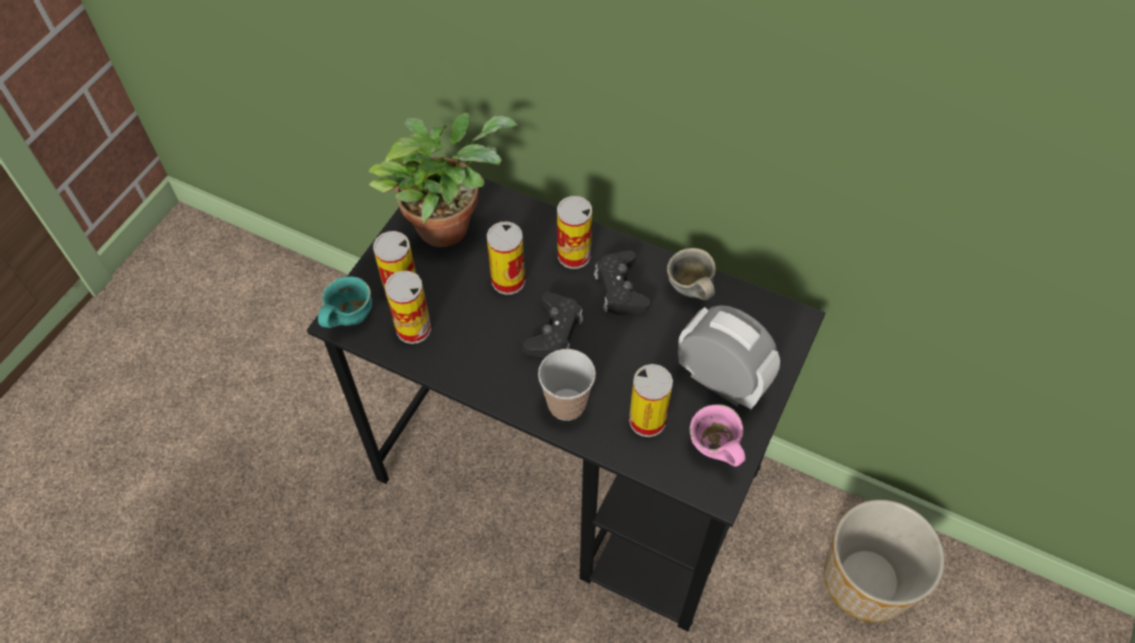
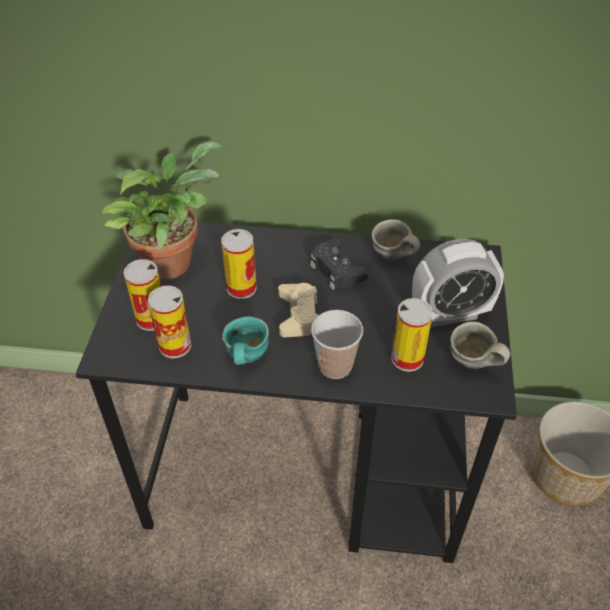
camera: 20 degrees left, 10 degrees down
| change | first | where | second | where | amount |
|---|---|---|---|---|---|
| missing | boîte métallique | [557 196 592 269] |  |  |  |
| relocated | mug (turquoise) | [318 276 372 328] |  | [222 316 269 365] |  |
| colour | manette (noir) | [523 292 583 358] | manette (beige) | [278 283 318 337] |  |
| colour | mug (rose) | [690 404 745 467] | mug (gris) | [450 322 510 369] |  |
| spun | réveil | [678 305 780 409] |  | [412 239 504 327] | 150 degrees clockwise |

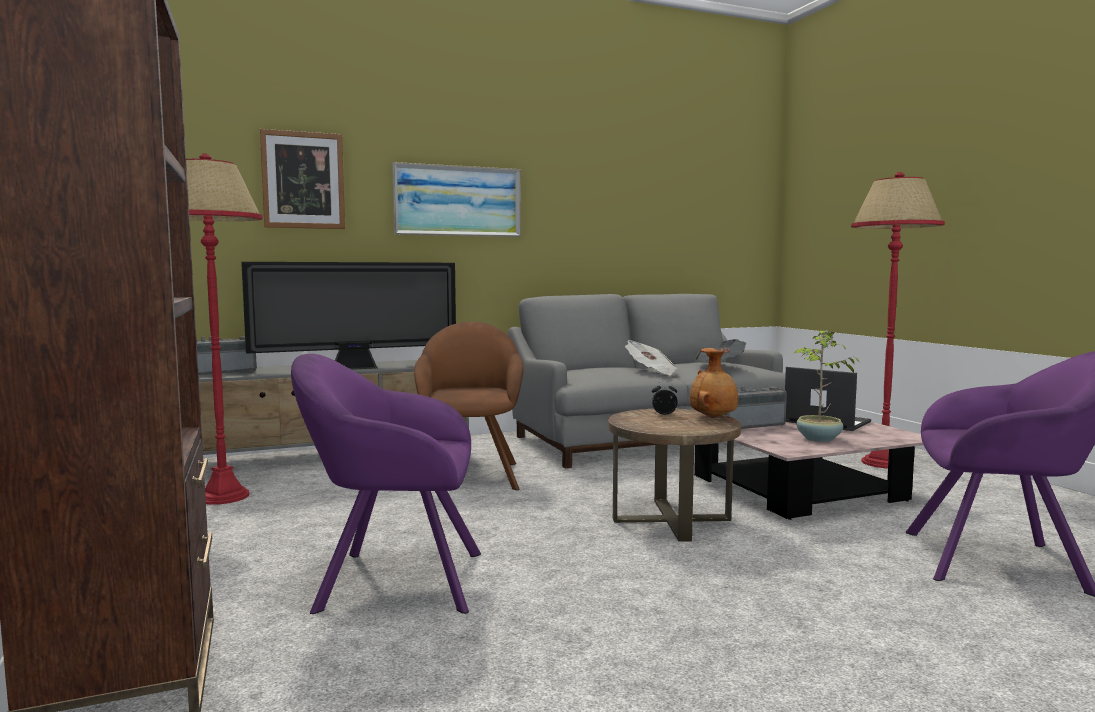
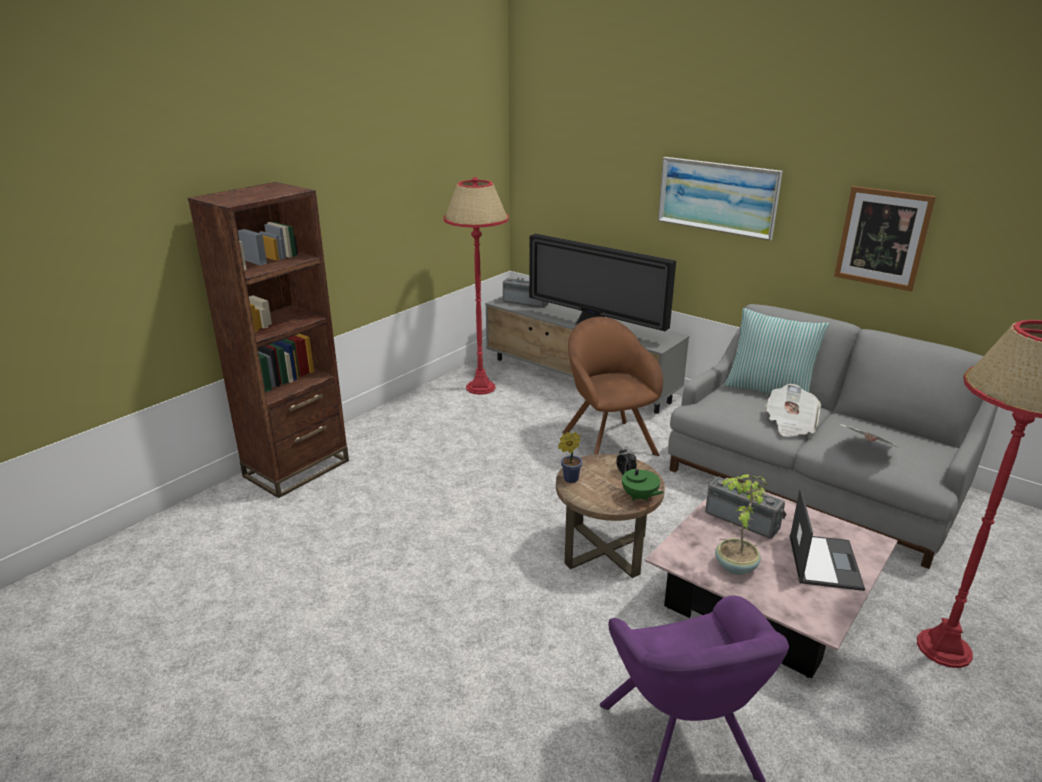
camera: 60 degrees right, 20 degrees up
| change | first | where | second | where | amount |
|---|---|---|---|---|---|
| missing | fauteuil (violet) | [291 354 481 614] |  |  |  |
| appeared |  |  | plante en pot | [558 432 583 483] |  |
| appeared |  |  | coussin | [724 308 829 394] |  |
| relocated | tableau | [260 129 345 229] |  | [834 186 936 291] |  |
| exchanged | vase (marron) | [690 348 738 418] | théière (vert) | [621 459 664 501] |  |
| spun | fauteuil (marron) | [414 322 524 492] |  | [562 317 663 456] | 75 degrees counterclockwise |

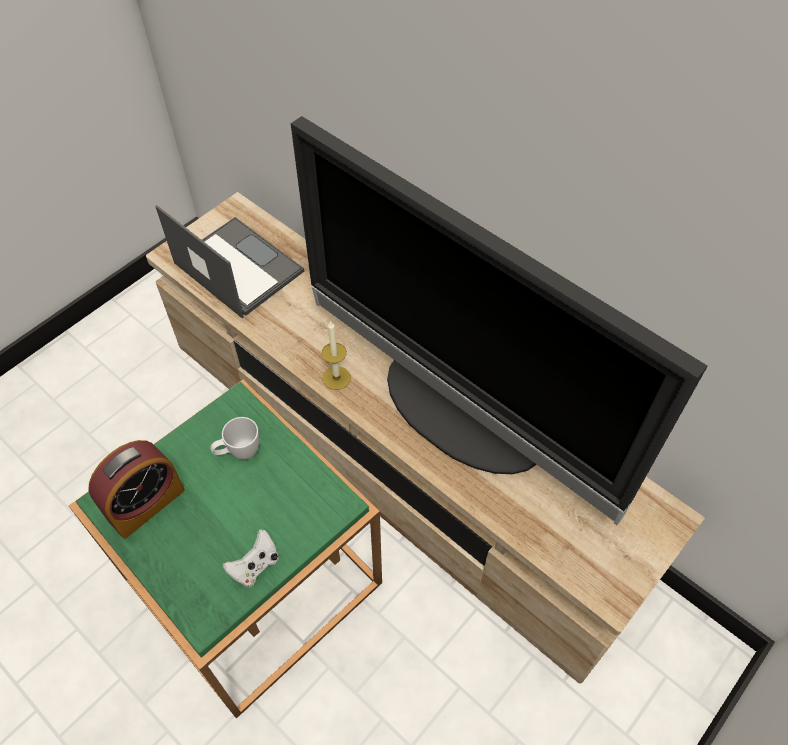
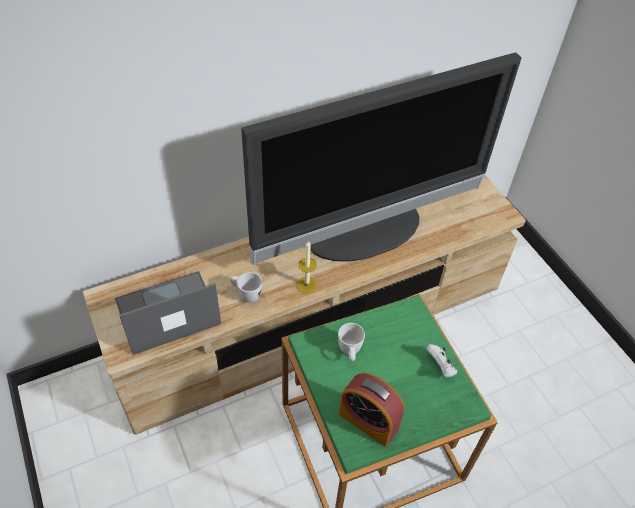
camera: 70 degrees left, 5 degrees down
| change | first | where | second | where | amount |
|---|---|---|---|---|---|
| appeared |  |  | mug (blanc) | [230 272 262 302] |  |
| spun | réveil | [88 440 185 539] |  | [339 373 404 447] | 150 degrees clockwise |

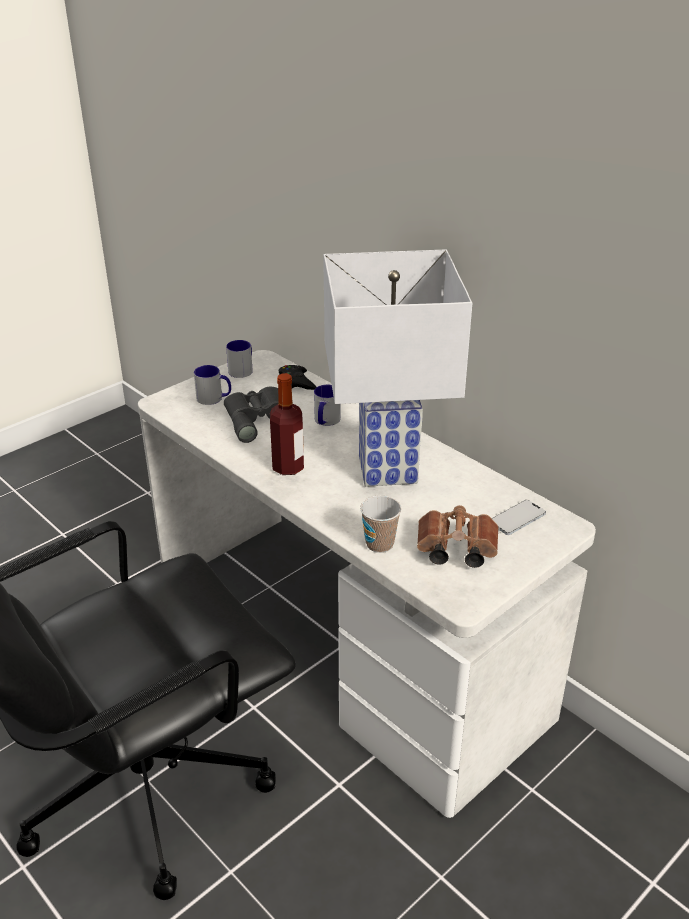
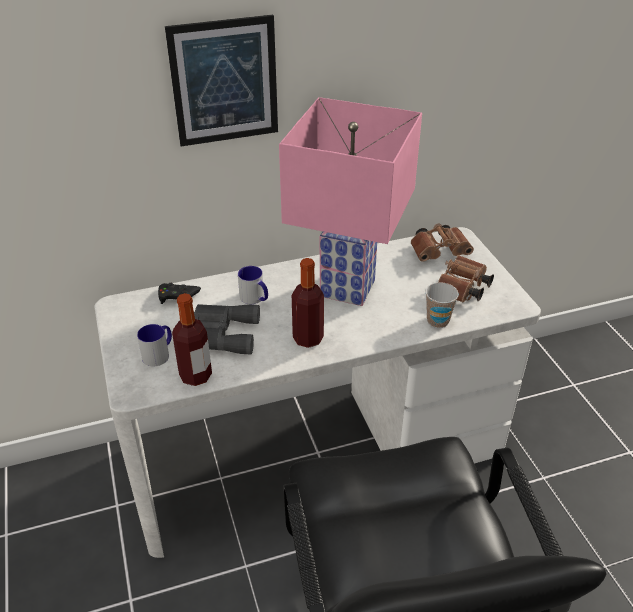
camera: 65 degrees left, 5 degrees up
| change | first | where | second | where | amount |
|---|---|---|---|---|---|
| missing | mug | [226 340 253 378] |  |  |  |
| appeared |  |  | tableau | [165 15 278 146] |  |
| appeared |  |  | bouteille | [172 293 212 386] |  |
| exchanged | téléphone | [492 500 546 535] | jumelles (marron) | [411 223 474 261] |  |
| colour | lampe de table (blanc) | [323 249 472 486] | lampe de table (rose) | [279 97 422 306] |  |

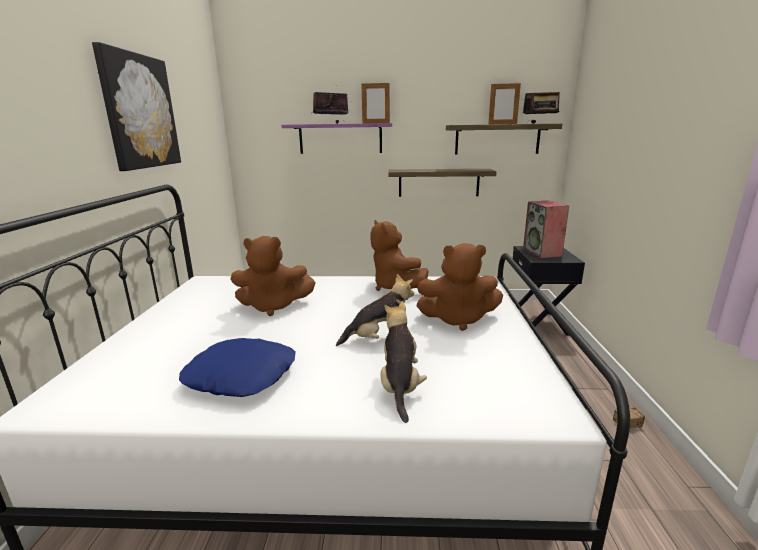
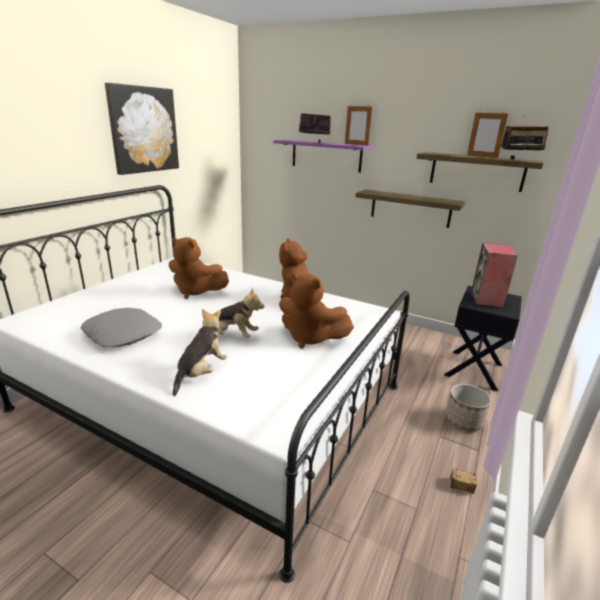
camera: 25 degrees right, 5 degrees up
| change | first | where | second | where | amount |
|---|---|---|---|---|---|
| appeared |  |  | cache-pot | [445 384 491 431] |  |
| colour | coussin (bleu) | [179 338 296 397] | coussin (gris) | [80 308 162 347] |  |

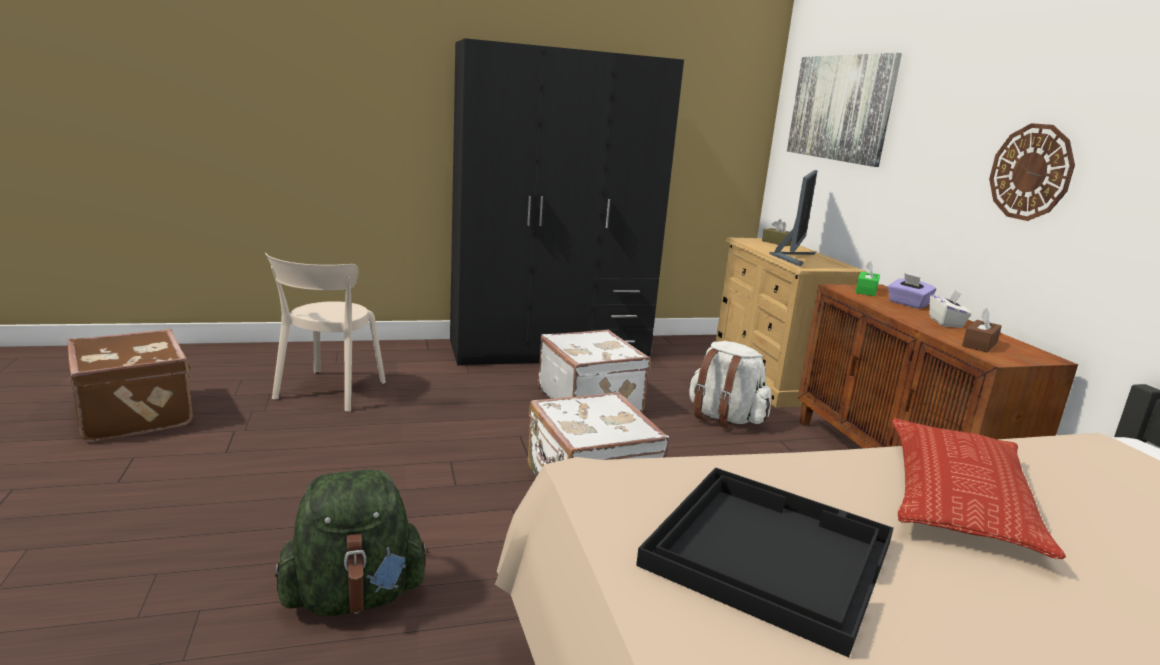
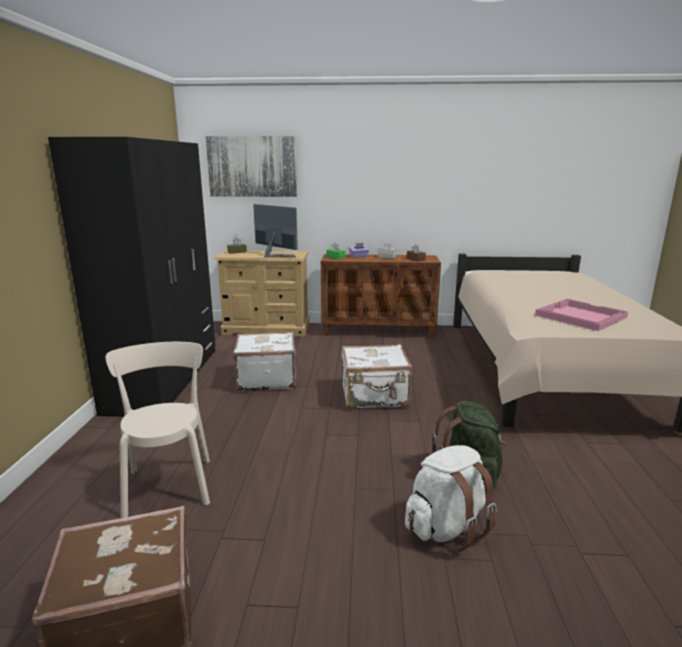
camera: 70 degrees left, 0 degrees up
| change | first | where | second | where | amount |
|---|---|---|---|---|---|
| missing | coussin | [892 418 1066 559] |  |  |  |
| missing | horloge murale | [989 123 1075 221] |  |  |  |
| relocated | sac à dos (blanc) | [689 341 771 429] |  | [405 445 497 553] |  |
| colour | plateau (noir) | [636 467 893 657] | plateau (rose) | [535 299 628 331] |  |
| spun | chaise (beige) | [265 253 386 412] |  | [105 342 210 518] | 135 degrees counterclockwise |

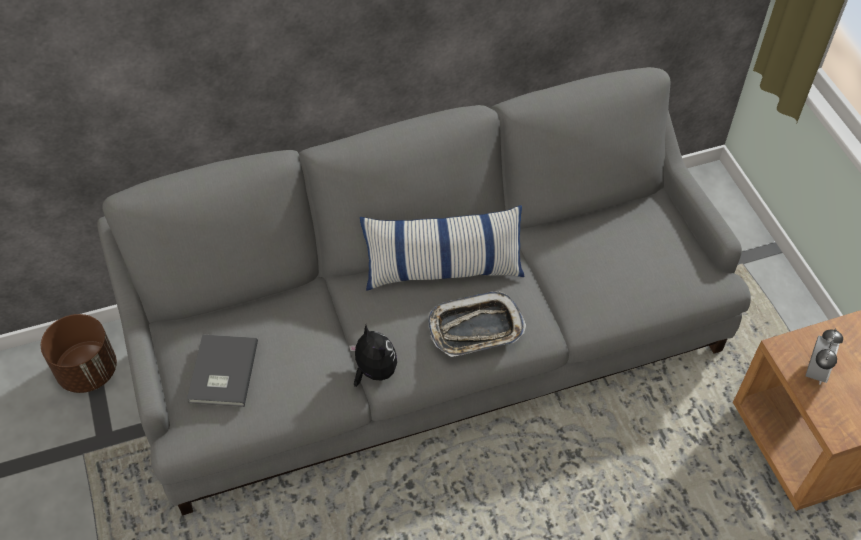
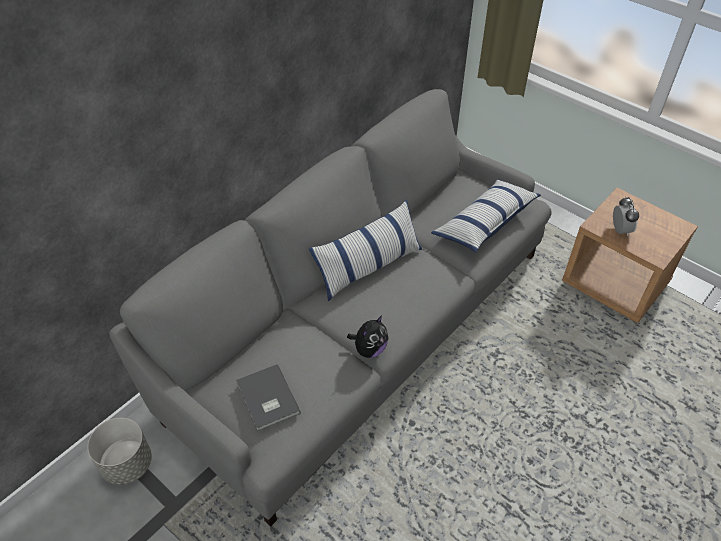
camera: 30 degrees left, 5 degrees down
| change | first | where | second | where | amount |
|---|---|---|---|---|---|
| missing | plateau | [428 291 526 357] |  |  |  |
| appeared |  |  | coussin | [431 179 541 253] |  |
| colour | cache-pot (marron) | [41 314 117 393] | cache-pot (gris) | [87 417 152 485] |  |
| spun | peluche | [349 325 397 387] |  | [347 315 388 358] | 105 degrees clockwise |

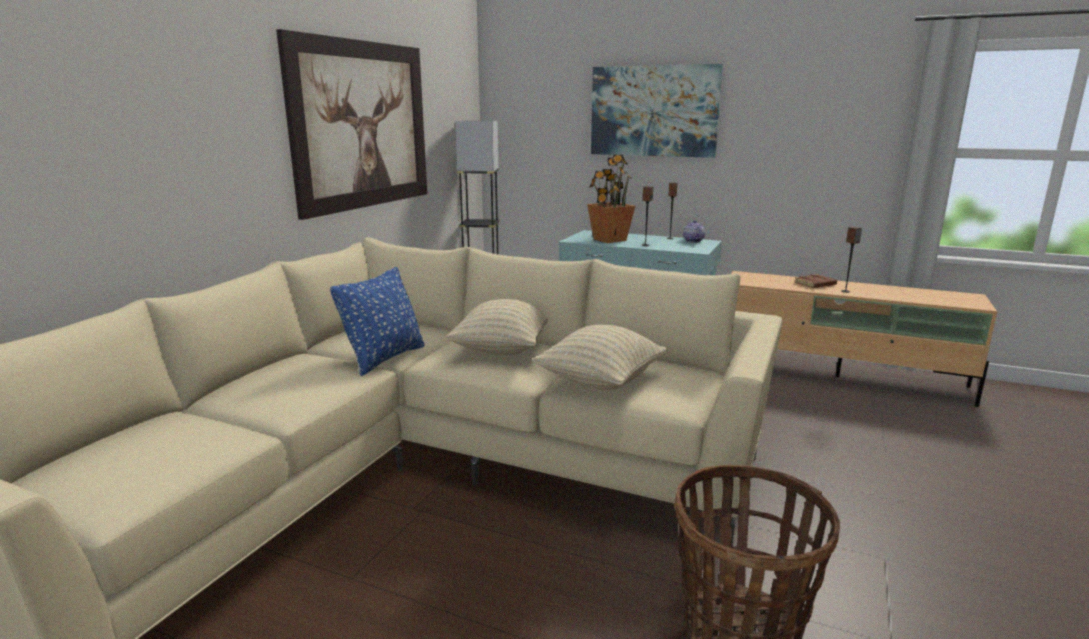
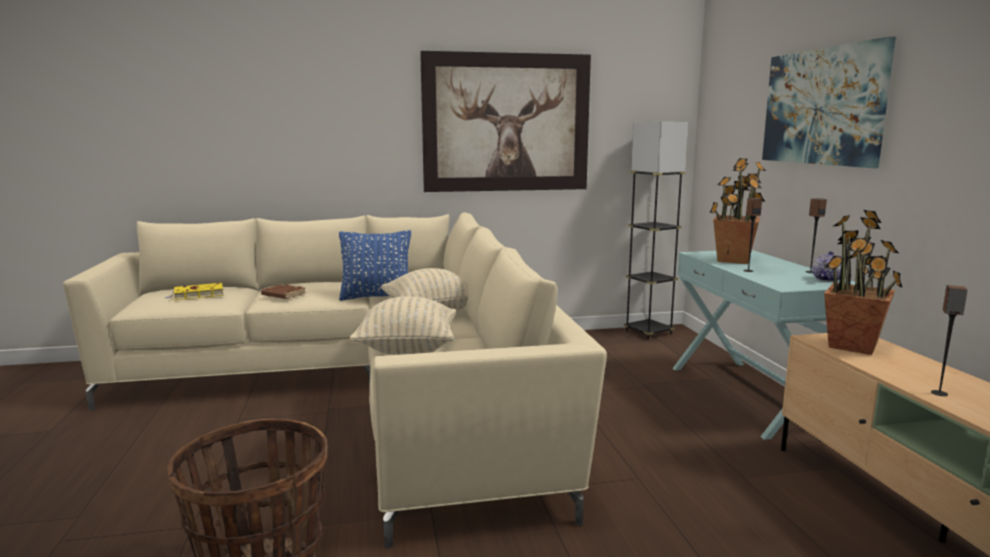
camera: 55 degrees right, 5 degrees down
| change | first | where | second | where | amount |
|---|---|---|---|---|---|
| appeared |  |  | livre (jaune) | [165 283 223 300] |  |
| appeared |  |  | plante en pot | [824 210 902 355] |  |
| relocated | livre (marron) | [794 274 837 288] |  | [261 284 306 299] |  |

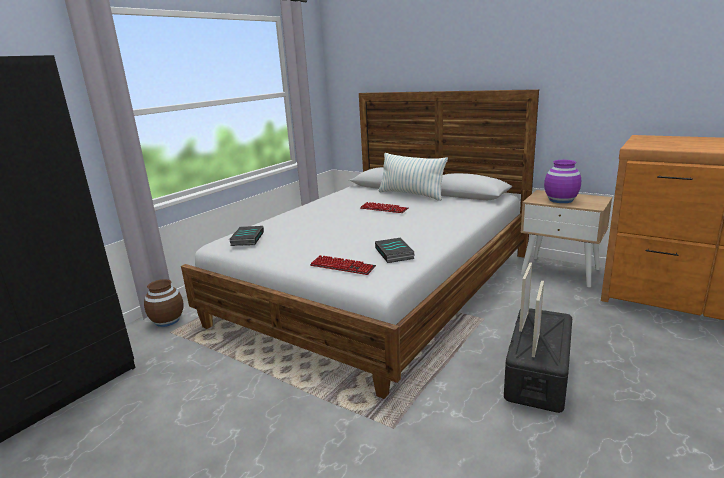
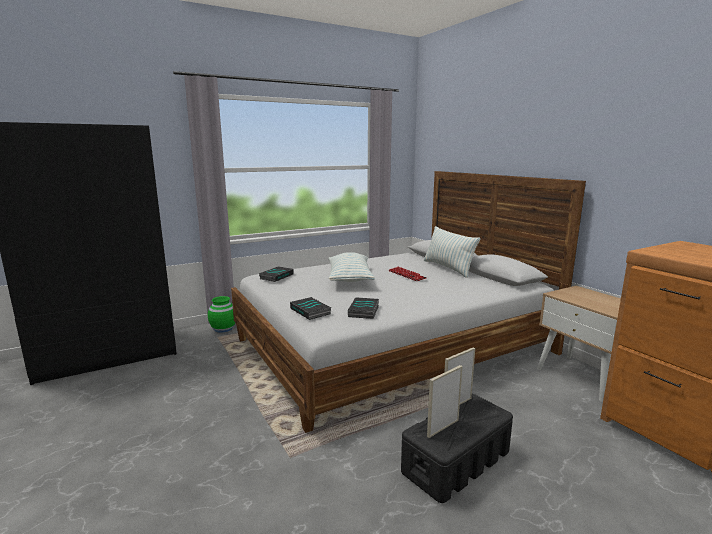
camera: 25 degrees right, 5 degrees down
| change | first | where | second | where | amount |
|---|---|---|---|---|---|
| missing | vase (violet) | [544 160 581 203] |  |  |  |
| appeared |  |  | coussin | [328 252 375 282] |  |
| exchanged | clavier | [310 255 376 275] | livre | [290 297 331 320] |  |
| colour | vase (marron) | [144 279 184 327] | vase (vert) | [208 296 235 332] |  |

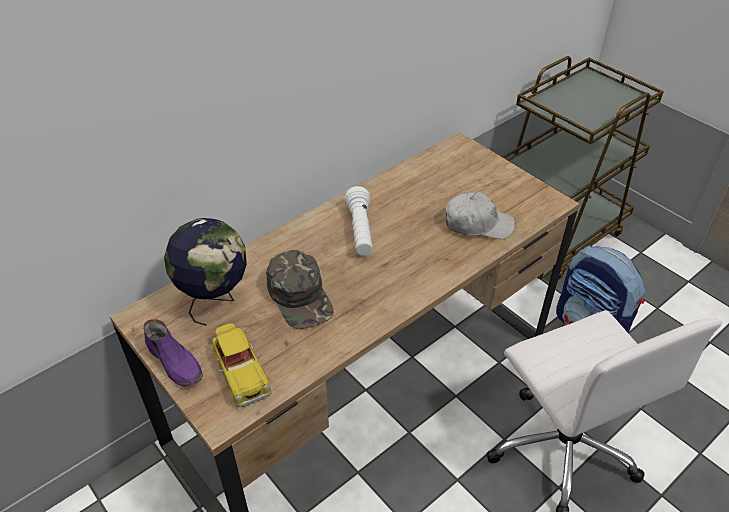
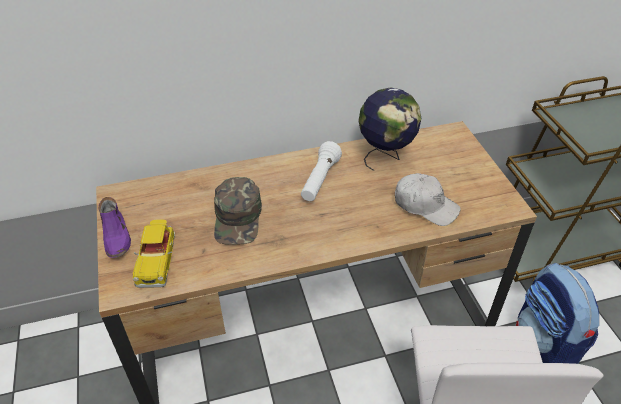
camera: 25 degrees right, 0 degrees up
| change | first | where | second | where | amount |
|---|---|---|---|---|---|
| relocated | globe | [164 218 247 326] |  | [358 87 421 171] |  |

